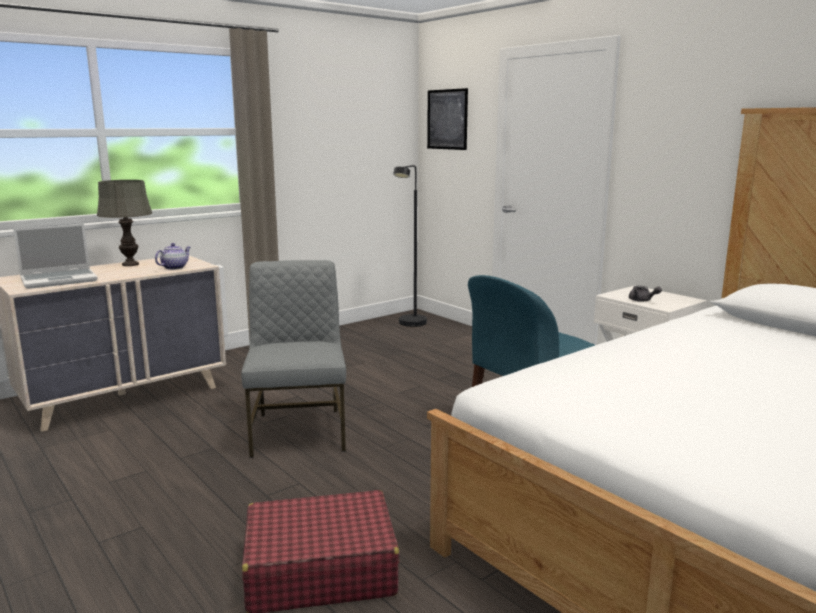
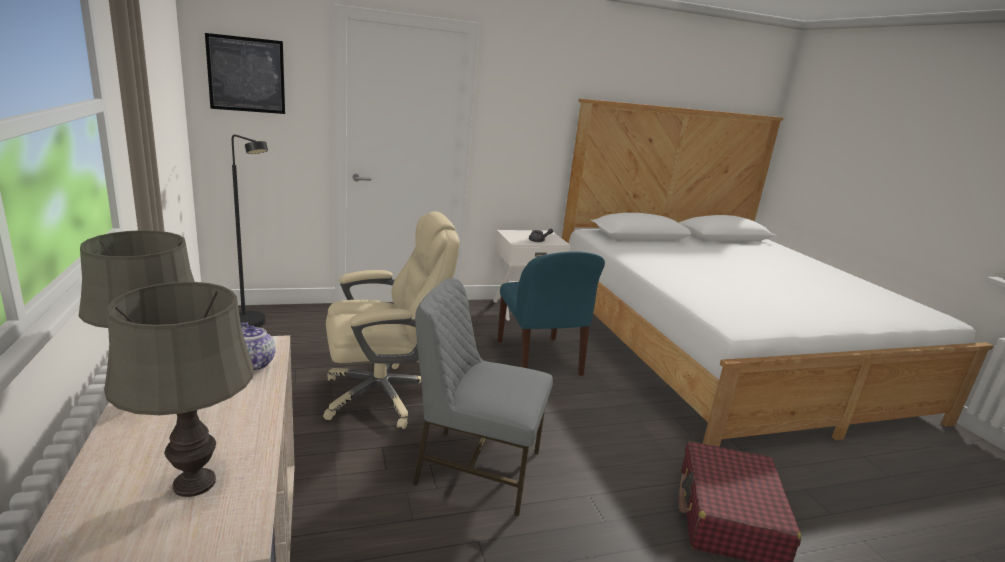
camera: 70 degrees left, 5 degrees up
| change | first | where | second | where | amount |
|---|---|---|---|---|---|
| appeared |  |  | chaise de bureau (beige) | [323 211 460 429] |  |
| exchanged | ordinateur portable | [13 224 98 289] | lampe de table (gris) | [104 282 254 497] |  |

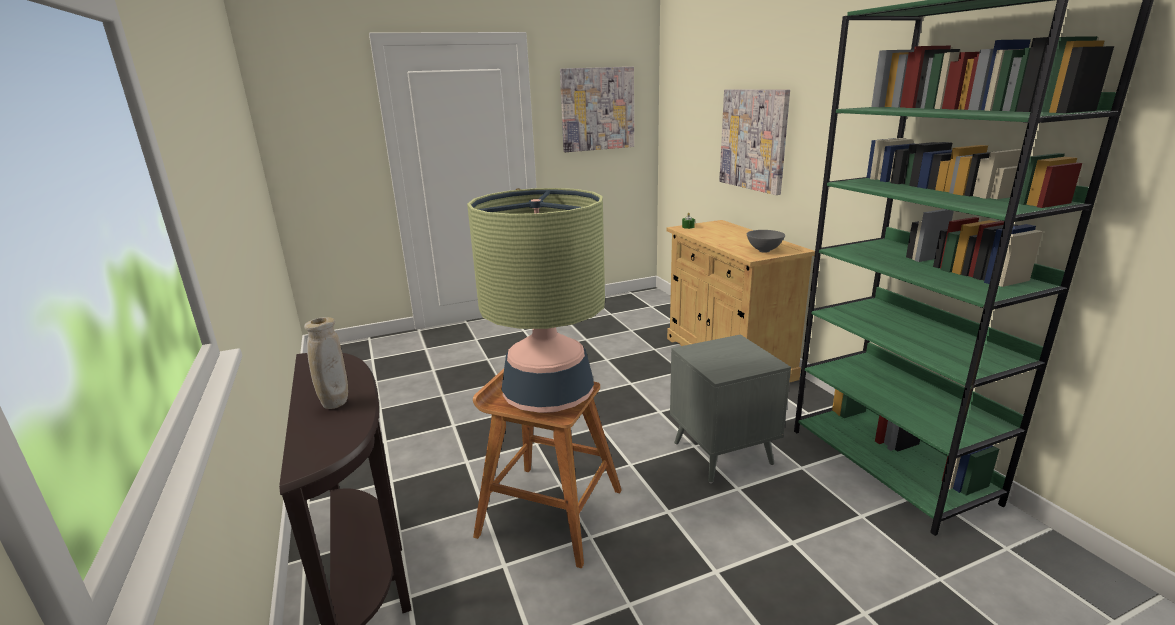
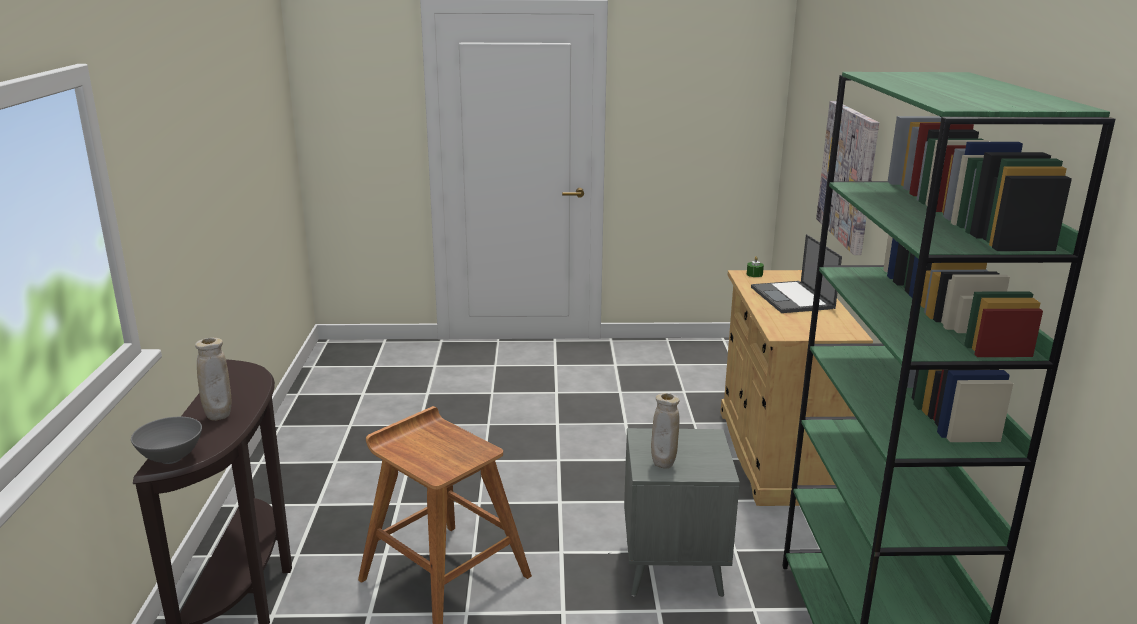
camera: 20 degrees right, 0 degrees up
| change | first | where | second | where | amount |
|---|---|---|---|---|---|
| missing | lampe de table | [467 188 605 413] |  |  |  |
| missing | tableau | [560 67 634 152] |  |  |  |
| appeared |  |  | vase (beige) | [651 393 680 469] |  |
| appeared |  |  | ordinateur portable | [751 234 842 313] |  |
| relocated | bol (gris) | [747 230 785 253] |  | [131 417 202 464] |  |

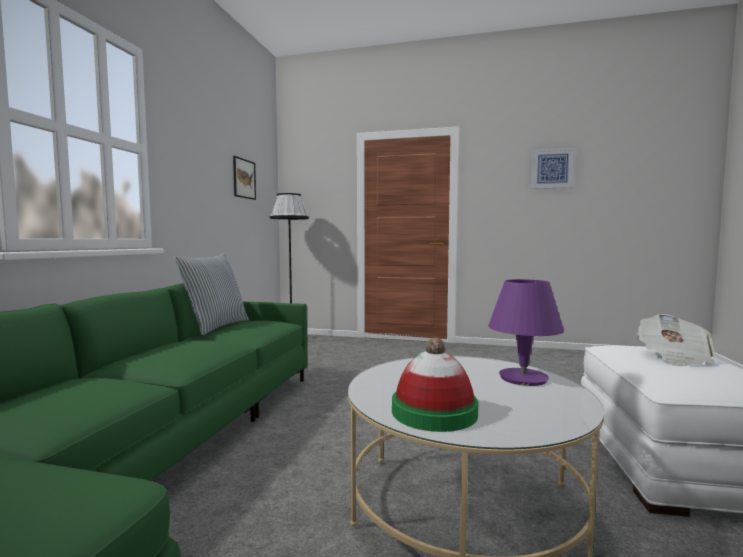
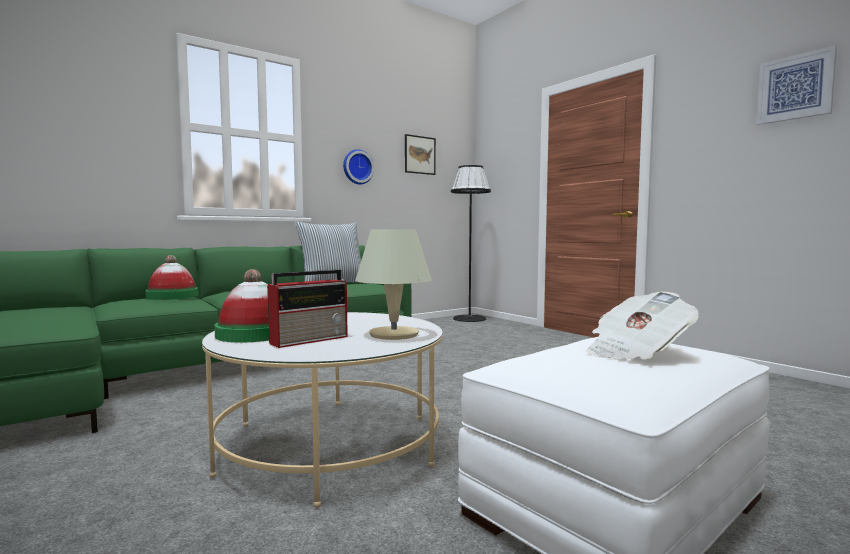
camera: 40 degrees right, 0 degrees up
| change | first | where | second | where | amount |
|---|---|---|---|---|---|
| appeared |  |  | chapeau | [145 255 198 300] |  |
| appeared |  |  | radio | [267 270 348 348] |  |
| appeared |  |  | horloge murale | [343 149 374 185] |  |
| colour | lampe de table (violet) | [488 279 564 386] | lampe de table (beige) | [355 229 432 340] |  |

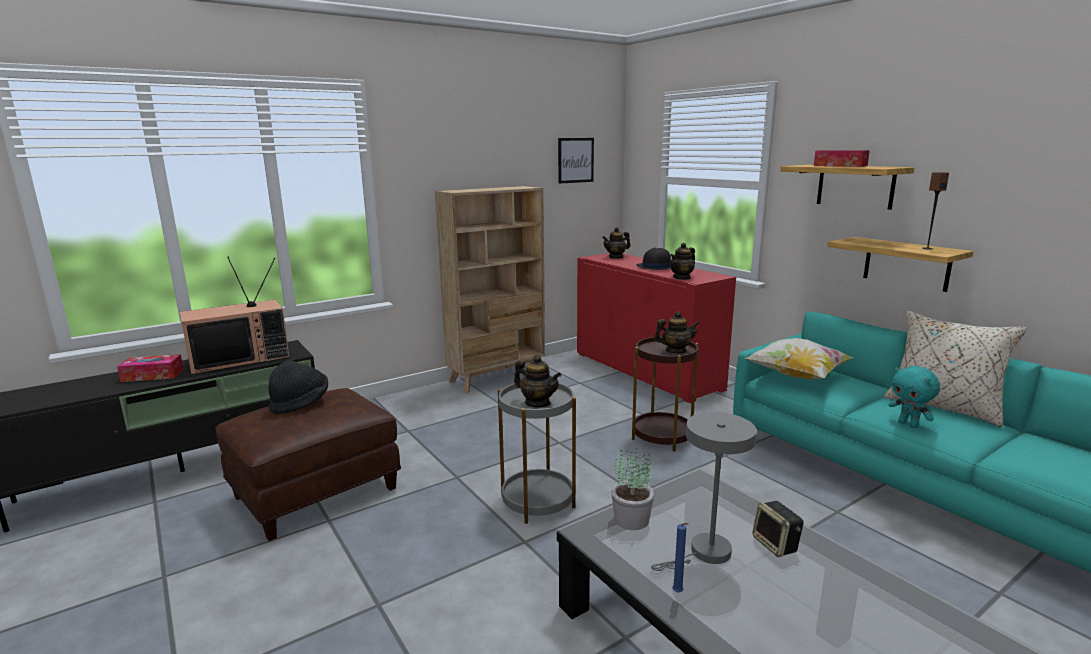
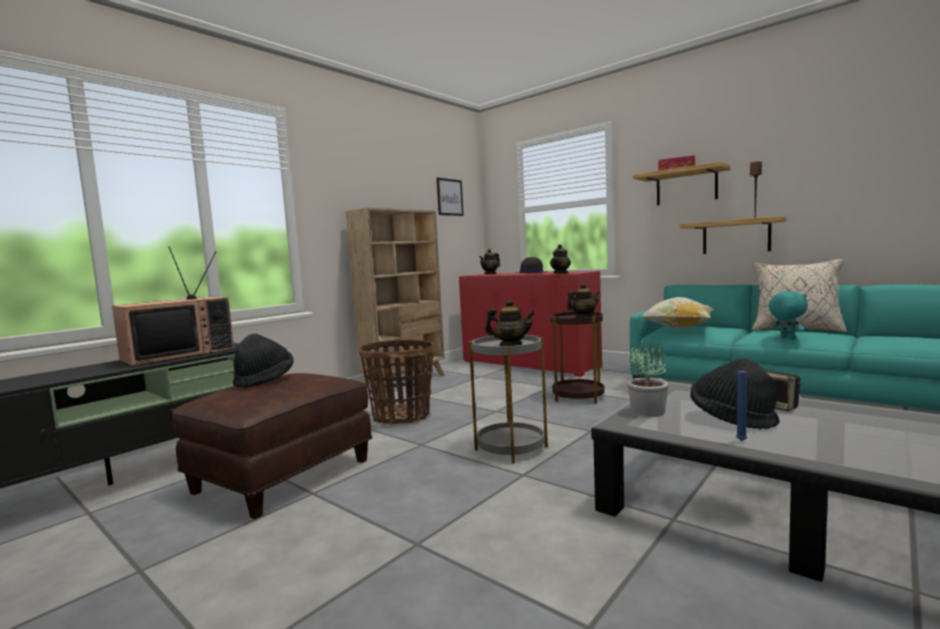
camera: 15 degrees left, 10 degrees down
| change | first | where | second | where | amount |
|---|---|---|---|---|---|
| missing | boîte à mouchoirs | [117 354 184 382] |  |  |  |
| appeared |  |  | panier | [359 339 435 424] |  |
| exchanged | lampe de table (gris) | [651 412 757 571] | chapeau (noir) | [690 359 780 430] |  |
| spun | peluche (turquoise) | [889 366 940 428] |  | [769 291 808 340] | 150 degrees counterclockwise |

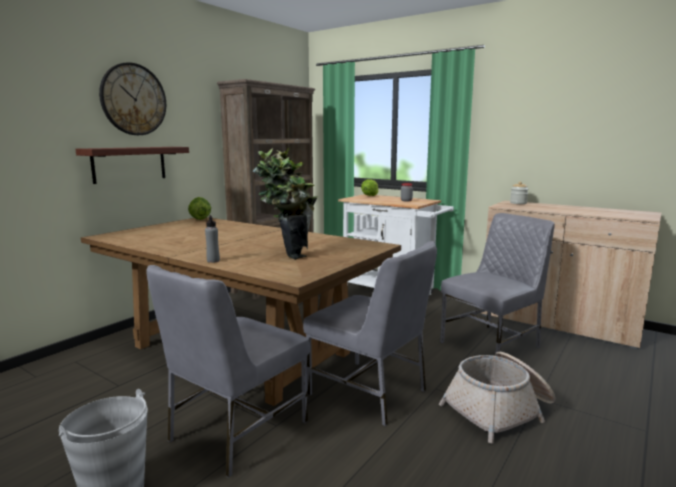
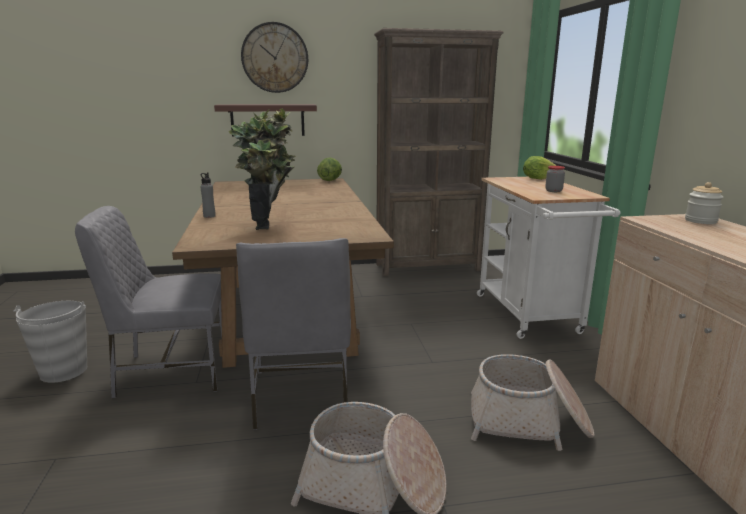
camera: 45 degrees right, 5 degrees up
| change | first | where | second | where | amount |
|---|---|---|---|---|---|
| exchanged | chaise (gris) | [440 213 555 353] | panier | [471 354 594 451] |  |

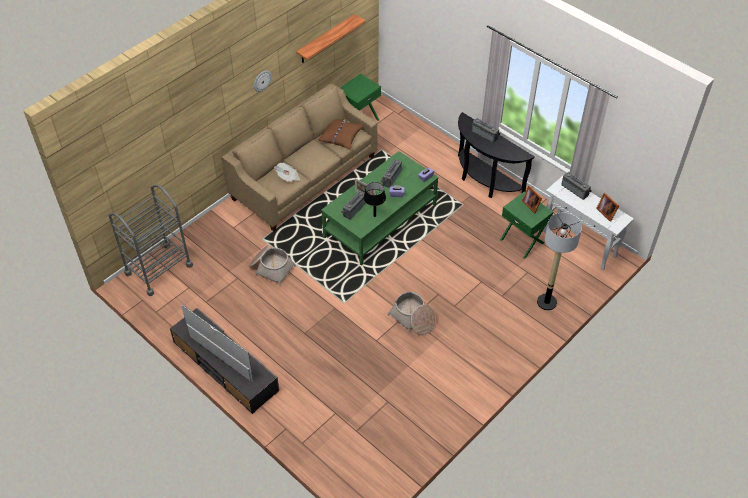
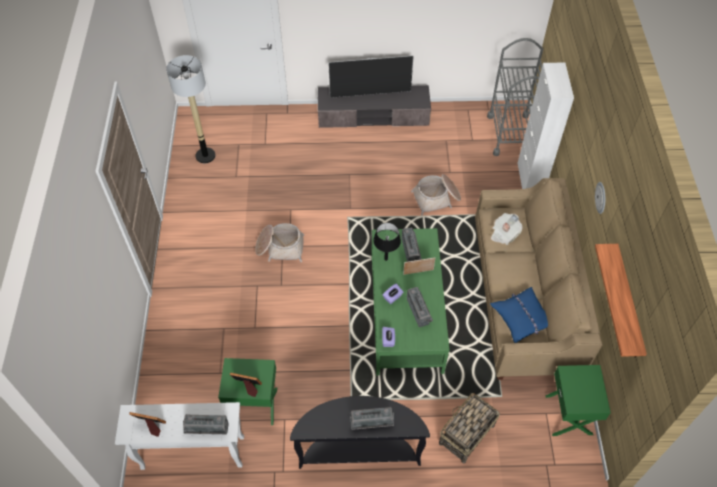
camera: 135 degrees right, 5 degrees up
| change | first | where | second | where | amount |
|---|---|---|---|---|---|
| appeared |  |  | panier | [439 393 500 464] |  |
| appeared |  |  | meuble de rangement (blanc) | [517 62 574 189] |  |
| relocated | lampadaire | [537 212 582 310] |  | [166 55 215 163] |  |
| colour | coussin (marron) | [318 119 363 150] | coussin (bleu) | [490 287 548 343] |  |

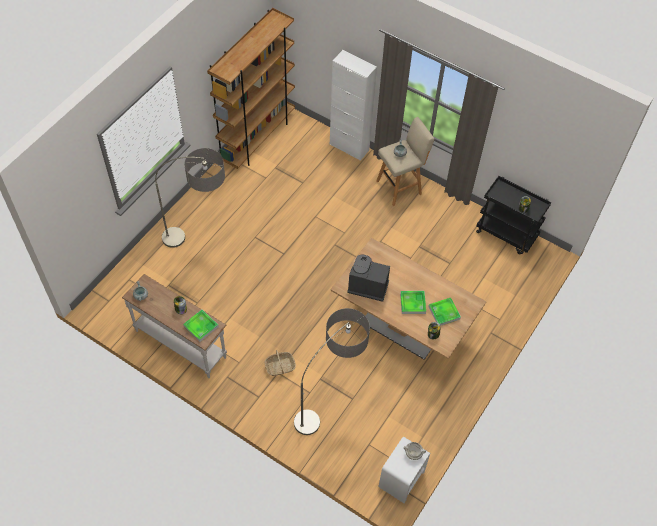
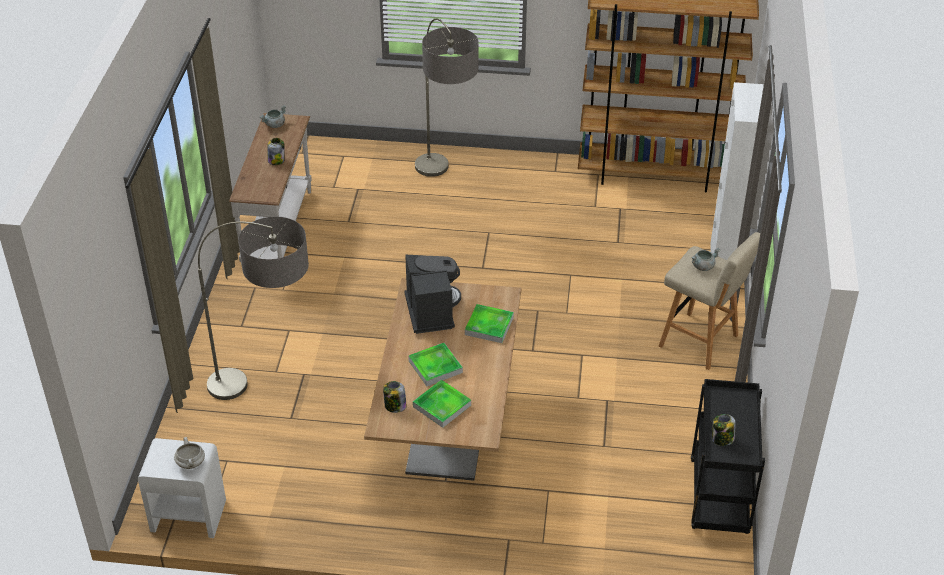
camera: 65 degrees right, 15 degrees down
| change | first | where | second | where | amount |
|---|---|---|---|---|---|
| missing | panier | [264 350 296 376] |  |  |  |
| relocated | plateau | [183 310 219 342] |  | [465 304 514 343] |  |

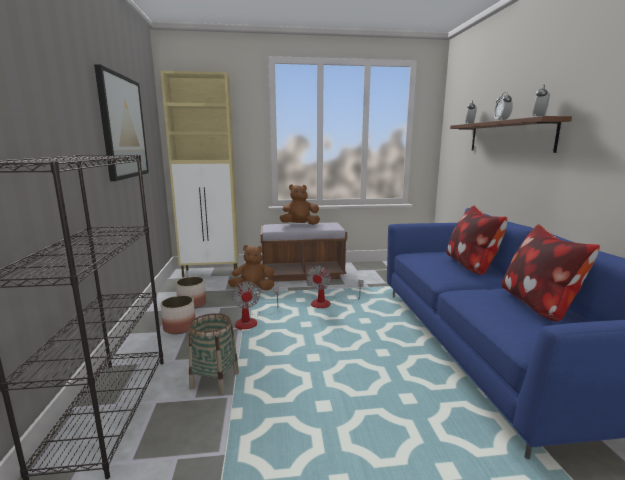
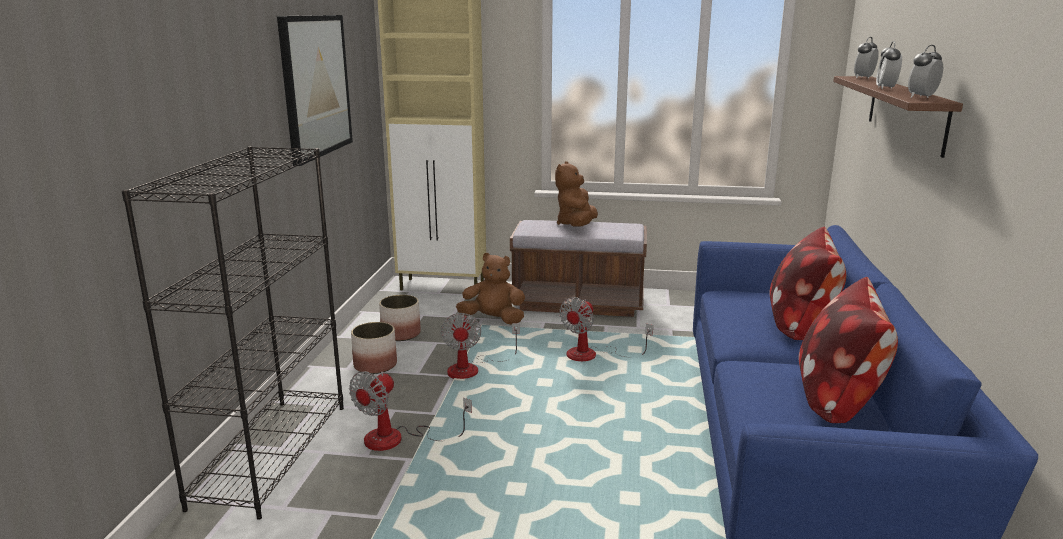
camera: 15 degrees right, 5 degrees up
| change | first | where | second | where | amount |
|---|---|---|---|---|---|
| exchanged | panier | [189 313 239 395] | ventilateur | [349 371 472 451] |  |
| spun | peluche (marron) | [280 184 320 225] |  | [555 162 598 227] | 75 degrees counterclockwise |

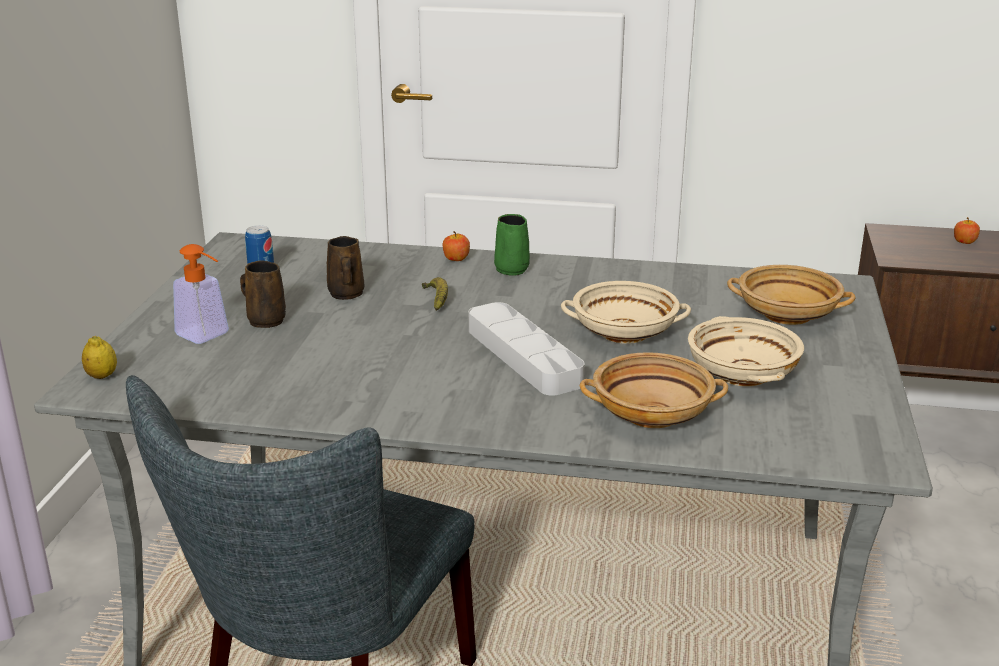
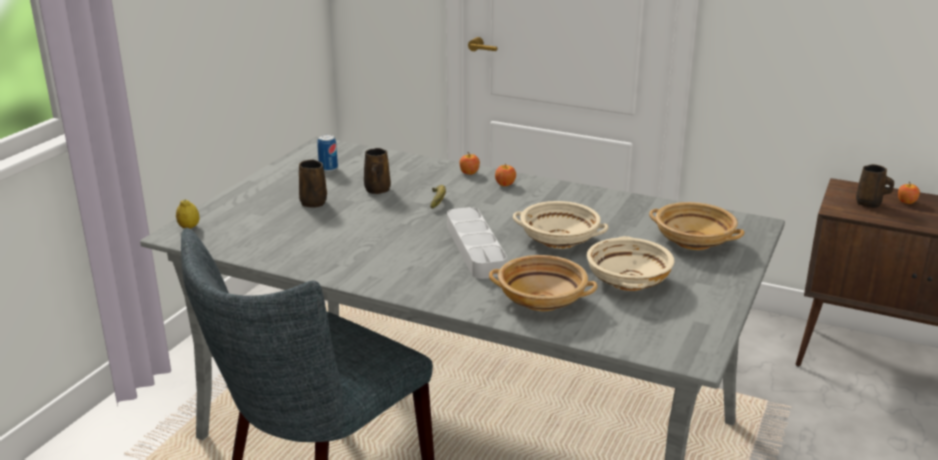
camera: 15 degrees right, 0 degrees up
| change | first | where | second | where | amount |
|---|---|---|---|---|---|
| missing | distributeur de savon | [173 244 229 344] |  |  |  |
| appeared |  |  | mug (marron) | [856 164 894 208] |  |
| exchanged | mug (vert) | [494 214 530 276] | pomme | [495 164 516 186] |  |

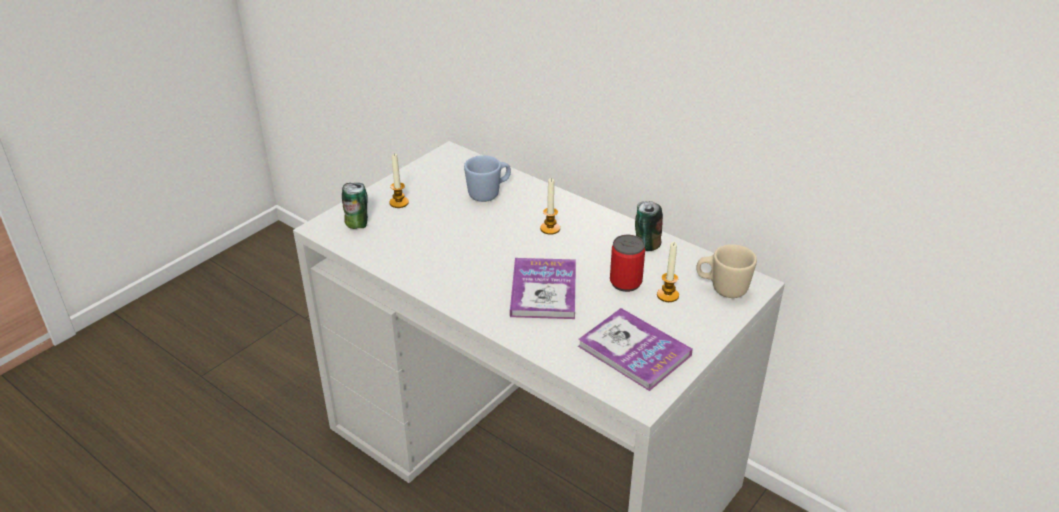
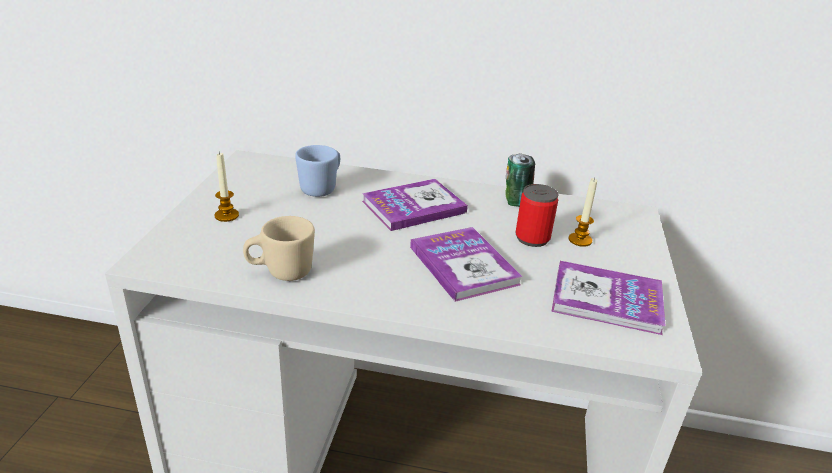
camera: 30 degrees left, 5 degrees down
| change | first | where | second | where | amount |
|---|---|---|---|---|---|
| missing | boîte métallique | [342 183 368 229] |  |  |  |
| relocated | mug (beige) | [696 244 757 298] |  | [243 216 315 281] |  |
| exchanged | bougie | [540 178 560 235] | livre | [362 179 468 231] |  |

